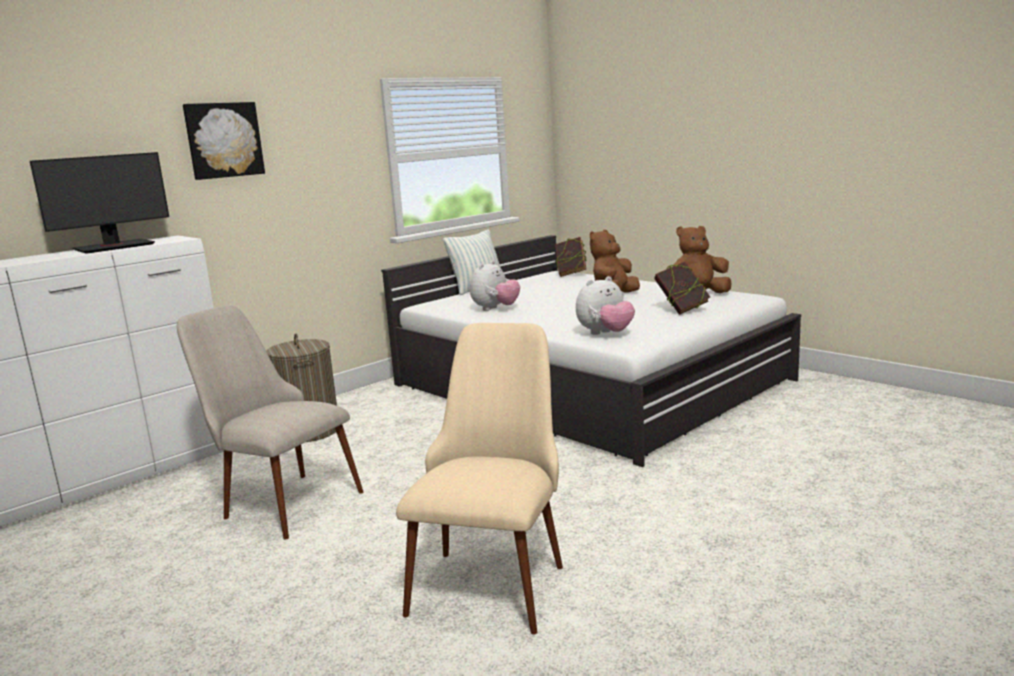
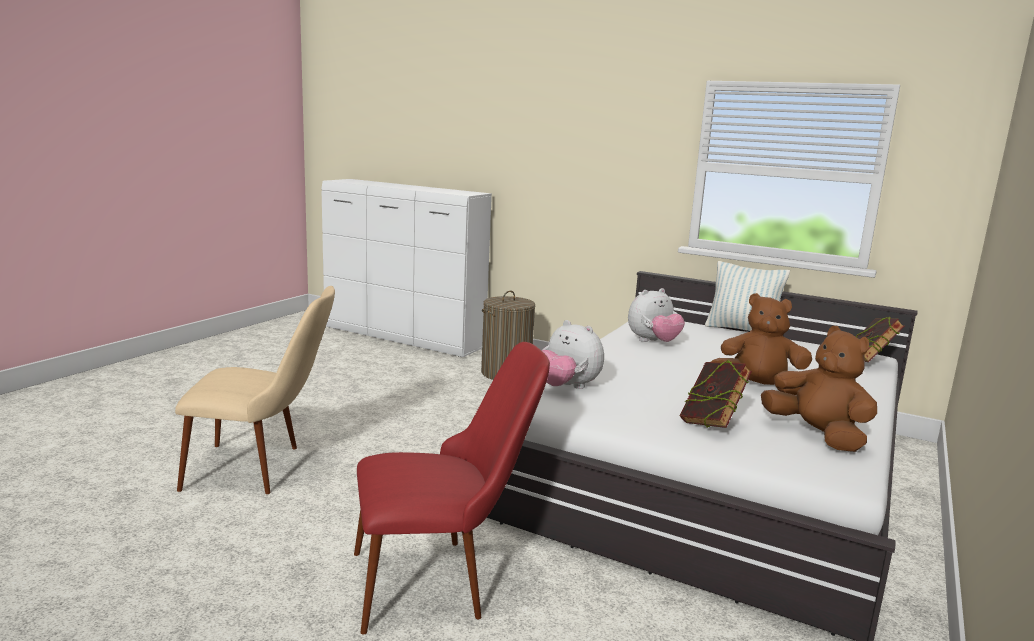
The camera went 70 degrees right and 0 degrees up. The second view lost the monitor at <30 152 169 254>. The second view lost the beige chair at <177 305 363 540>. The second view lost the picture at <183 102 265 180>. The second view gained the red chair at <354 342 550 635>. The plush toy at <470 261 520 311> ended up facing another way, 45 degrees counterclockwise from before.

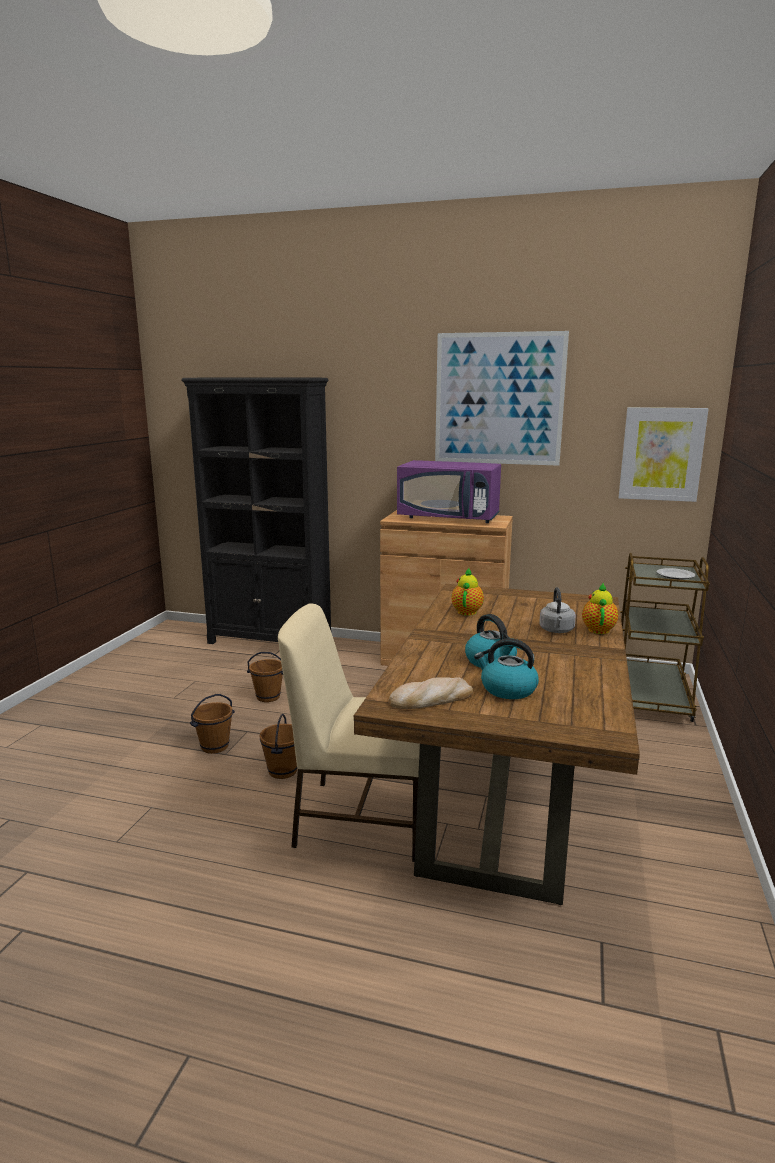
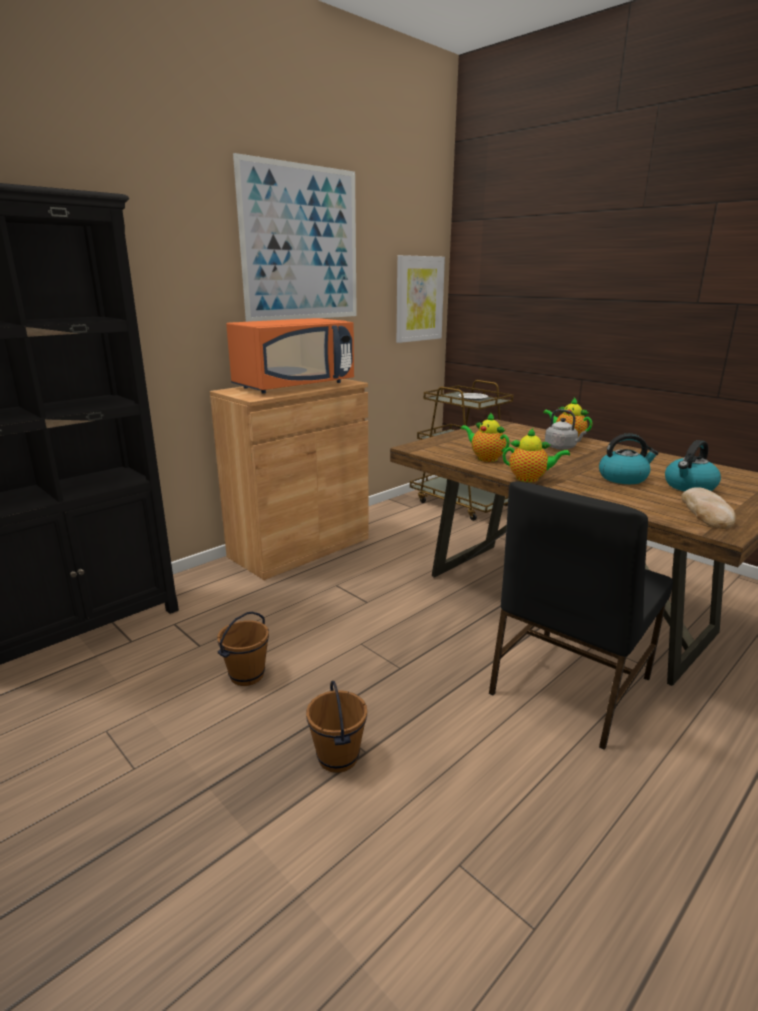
The camera went 60 degrees left and 5 degrees up. The second view lost the brown bucket at <259 714 297 779>. The second view gained the teapot at <503 428 570 482>. What was the beige chair at <278 603 420 862> turned into the black chair at <489 482 673 750>. What was the purple microwave at <397 460 501 523> turned into the orange microwave at <226 318 354 394>.

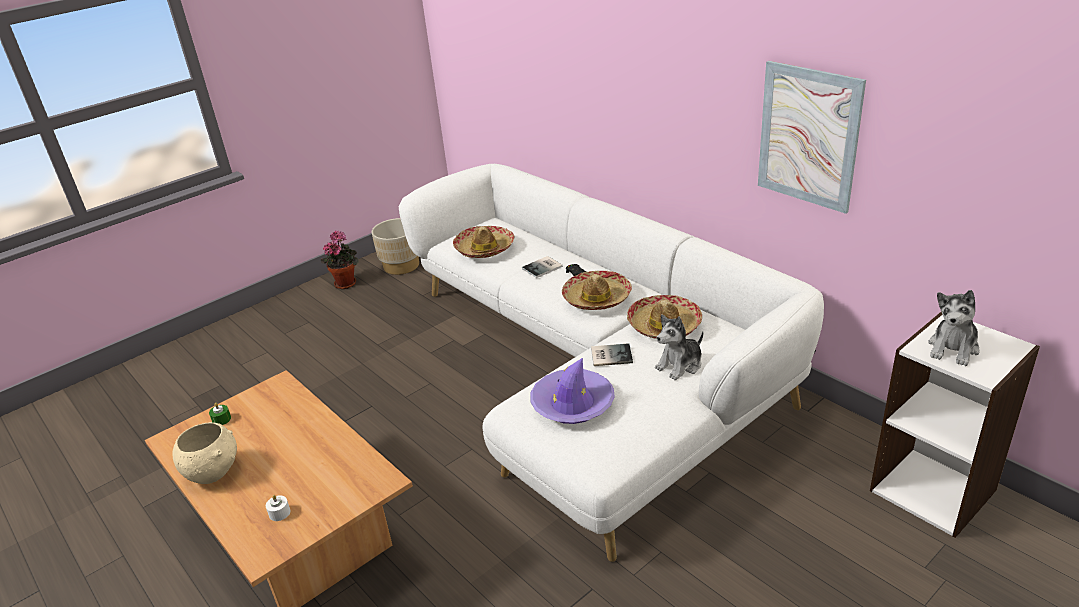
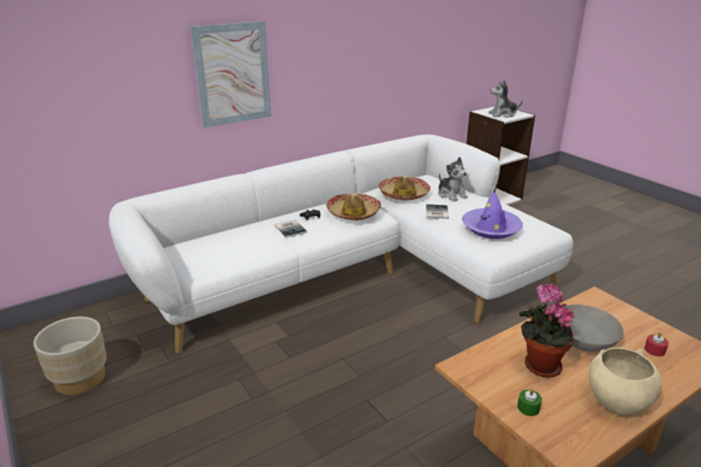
The camera went 85 degrees left and 5 degrees down. The second view lost the hat at <453 226 514 258>. The second view gained the grey bowl at <557 304 623 352>. The potted plant ended up elsewhere, having gone from <321 231 359 289> to <519 283 575 378>. The picture ended up elsewhere, having gone from <758 61 866 214> to <190 21 271 128>. What was the white candle at <266 495 291 521> turned into the red candle at <644 332 669 357>. The plush toy at <928 290 980 366> ended up facing another way, 135 degrees clockwise from before.

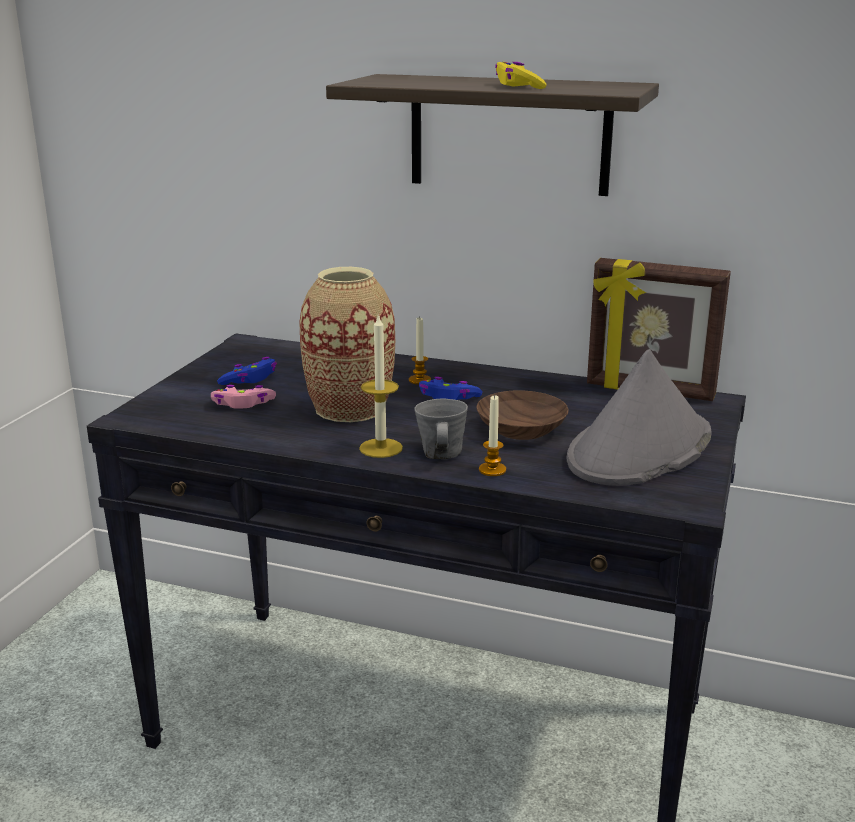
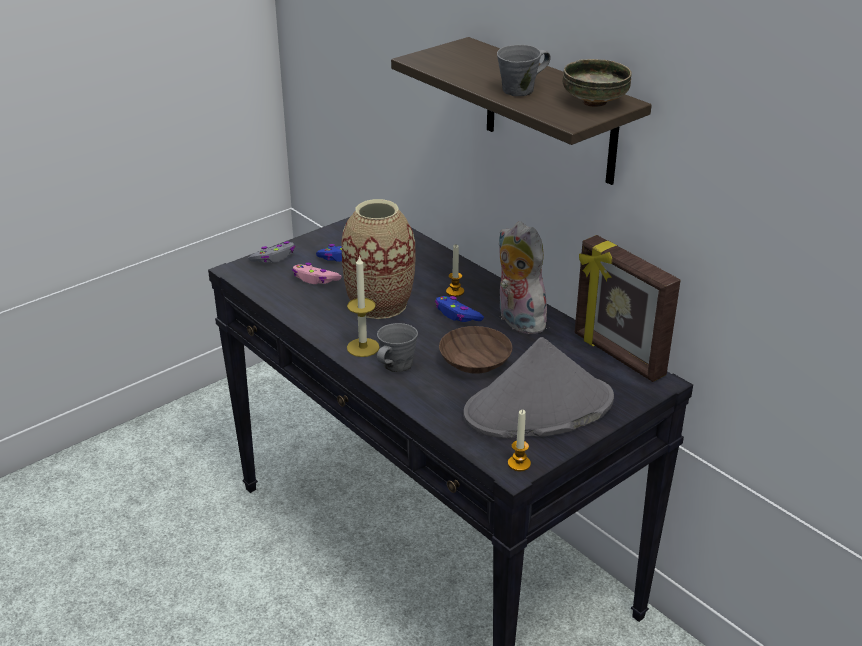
The camera went 30 degrees right and 10 degrees up. The second view gained the grey game controller at <248 241 295 263>. The second view gained the plush toy at <499 221 552 334>. The second view gained the bowl at <562 59 632 107>. The candle ended up elsewhere, having gone from <479 394 506 476> to <508 410 531 471>. Where the yellow game controller stood at <495 62 547 89>, the grey mug came to stand at <497 44 551 96>.

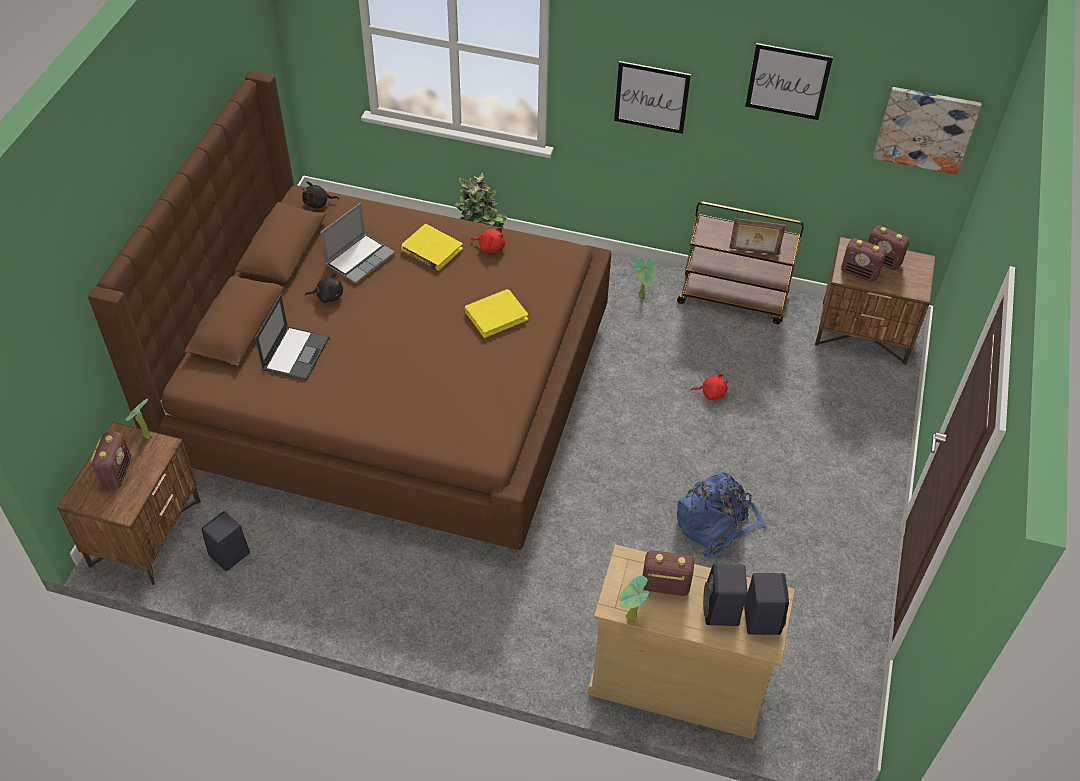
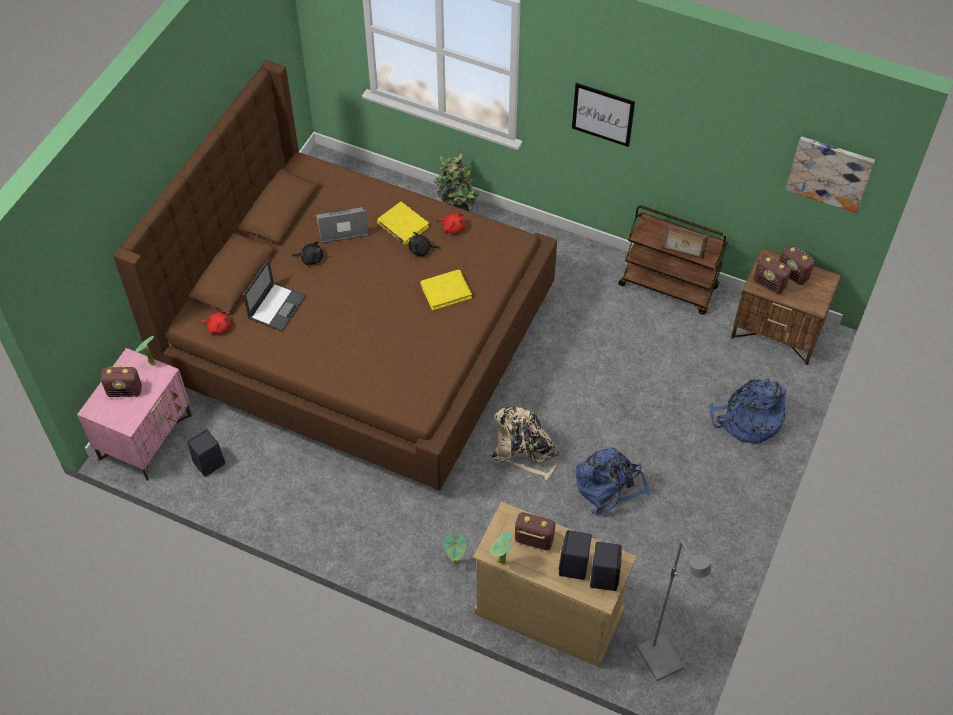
The camera went 10 degrees right and 5 degrees up. The second view lost the picture at <745 43 833 120>. The second view gained the beige backpack at <489 407 559 481>. The second view gained the grey floor lamp at <637 539 711 681>. The second view gained the blue backpack at <709 378 786 445>. The black plush toy ended up elsewhere, having gone from <302 181 339 208> to <408 232 440 256>. The potted plant ended up elsewhere, having gone from <634 257 657 297> to <444 534 467 565>. The red plush toy ended up elsewhere, having gone from <691 373 728 400> to <200 311 231 334>. What was the brown nightstand at <57 422 201 585> turned into the pink nightstand at <77 348 192 481>. The radio at <90 432 131 489> ended up facing another way, 75 degrees clockwise from before. The laptop at <320 202 395 284> ended up facing another way, 150 degrees counterclockwise from before.

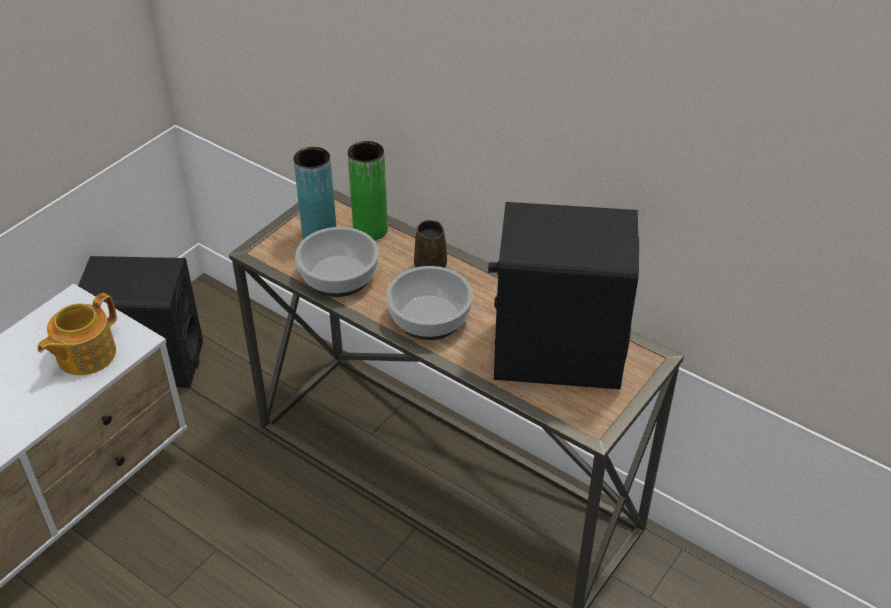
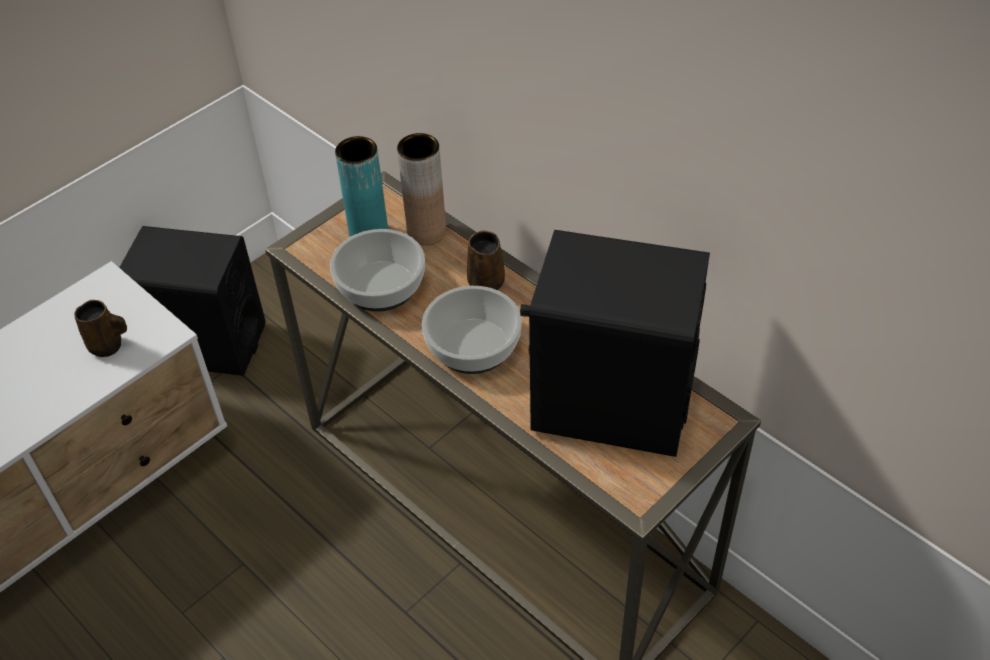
The camera went 10 degrees right and 5 degrees up. Where the teapot stood at <37 293 117 375>, the brown mug came to stand at <74 300 127 357>. What was the green vase at <348 141 388 241> turned into the brown vase at <397 133 446 245>.

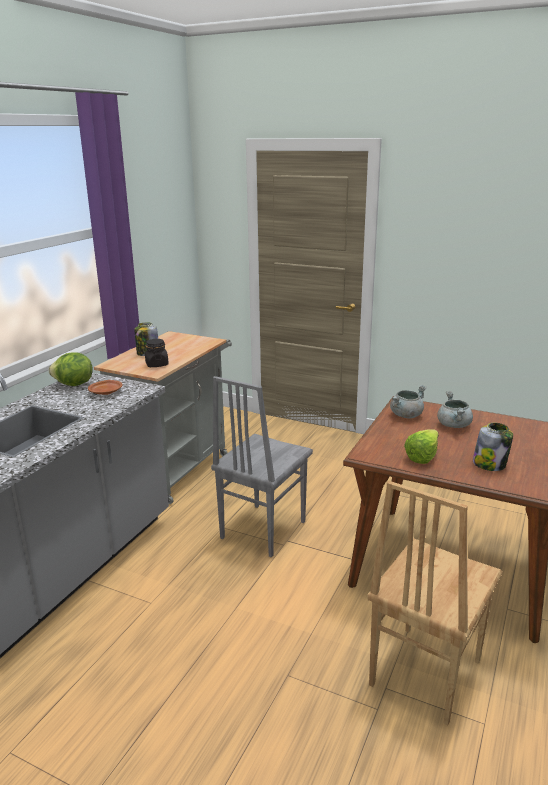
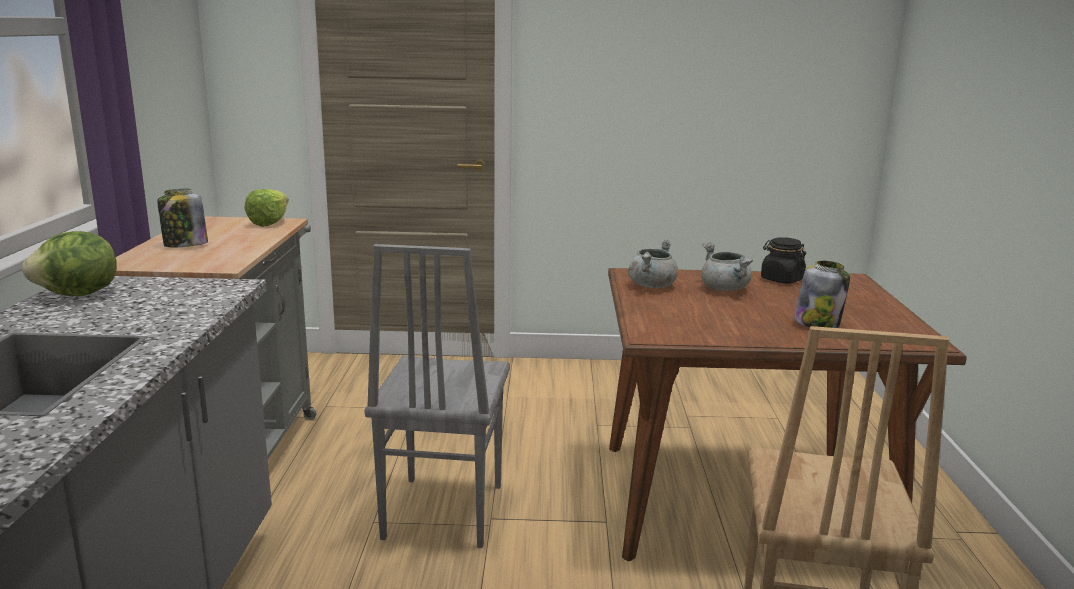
The camera went 25 degrees left and 5 degrees down. The second view lost the brown plate at <88 380 123 395>. The black jar ended up elsewhere, having gone from <145 339 169 367> to <761 237 806 283>. The lettuce ended up elsewhere, having gone from <404 429 439 464> to <244 189 289 227>.

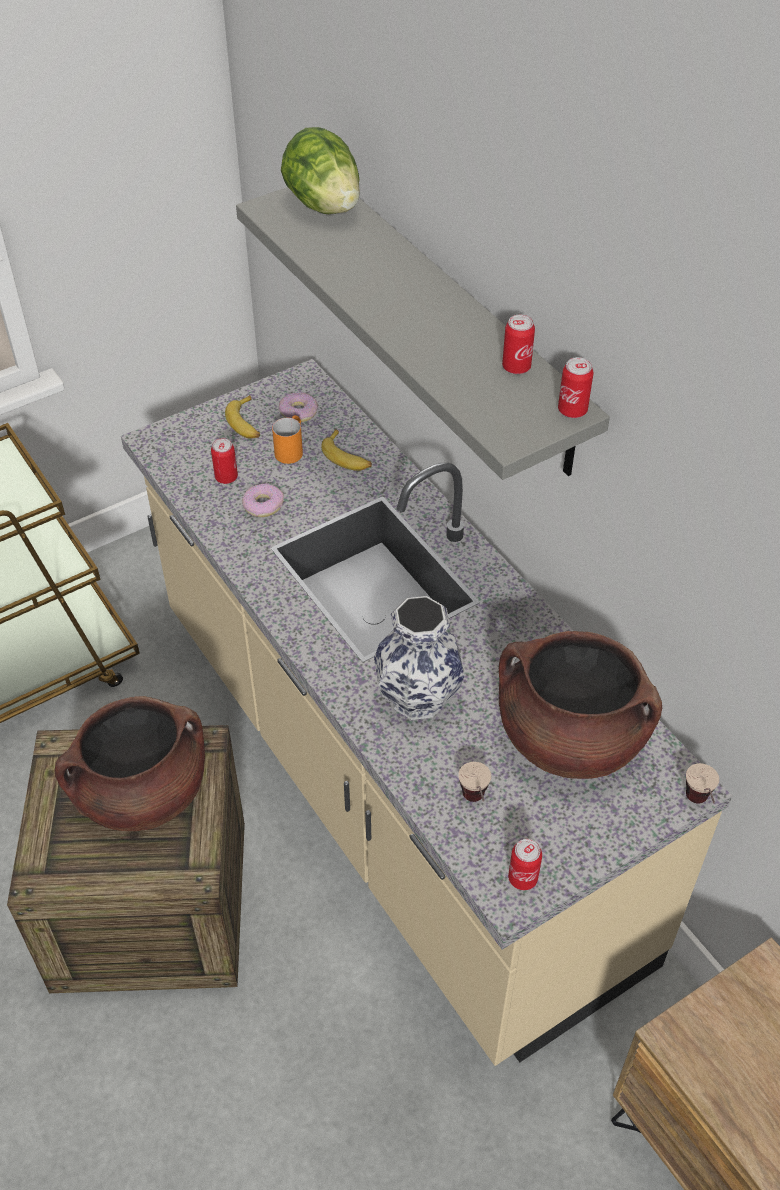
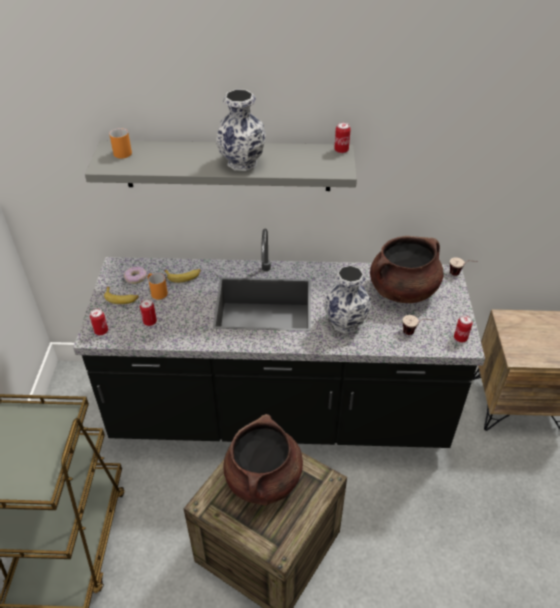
The camera went 55 degrees left and 5 degrees down. The second view lost the donut at <242 483 284 517>. The second view gained the vase at <216 89 266 171>. The can ended up elsewhere, having gone from <502 315 535 374> to <90 309 108 335>. Where the lettuce stood at <281 127 360 214>, the orange mug came to stand at <109 128 132 158>. What was the beige counter at <121 359 732 1066> turned into the black counter at <73 228 485 448>.

